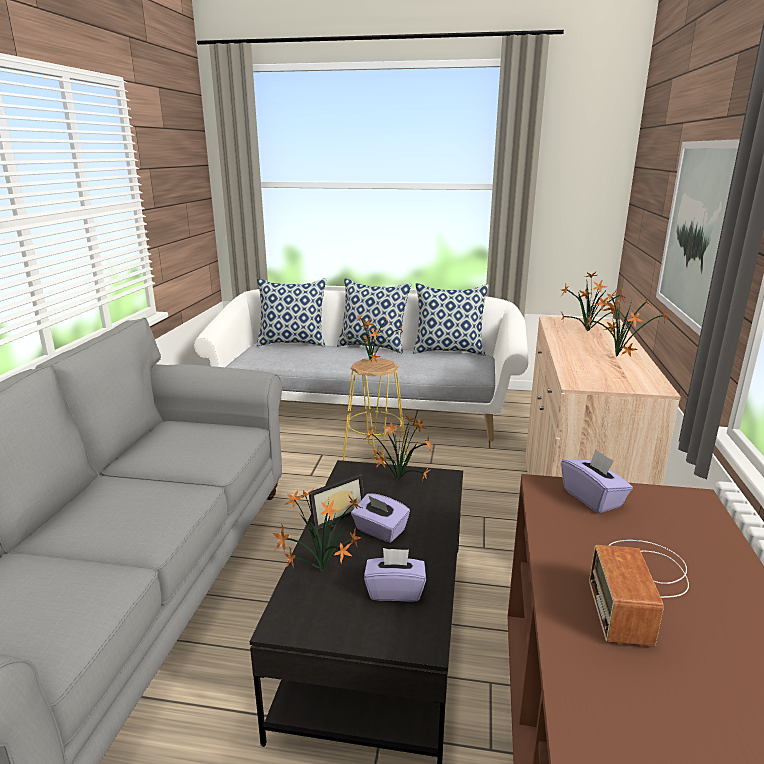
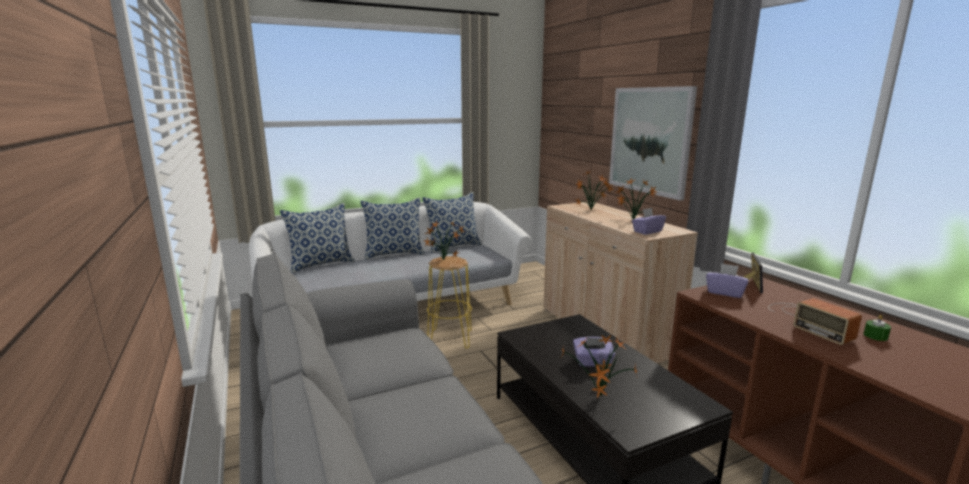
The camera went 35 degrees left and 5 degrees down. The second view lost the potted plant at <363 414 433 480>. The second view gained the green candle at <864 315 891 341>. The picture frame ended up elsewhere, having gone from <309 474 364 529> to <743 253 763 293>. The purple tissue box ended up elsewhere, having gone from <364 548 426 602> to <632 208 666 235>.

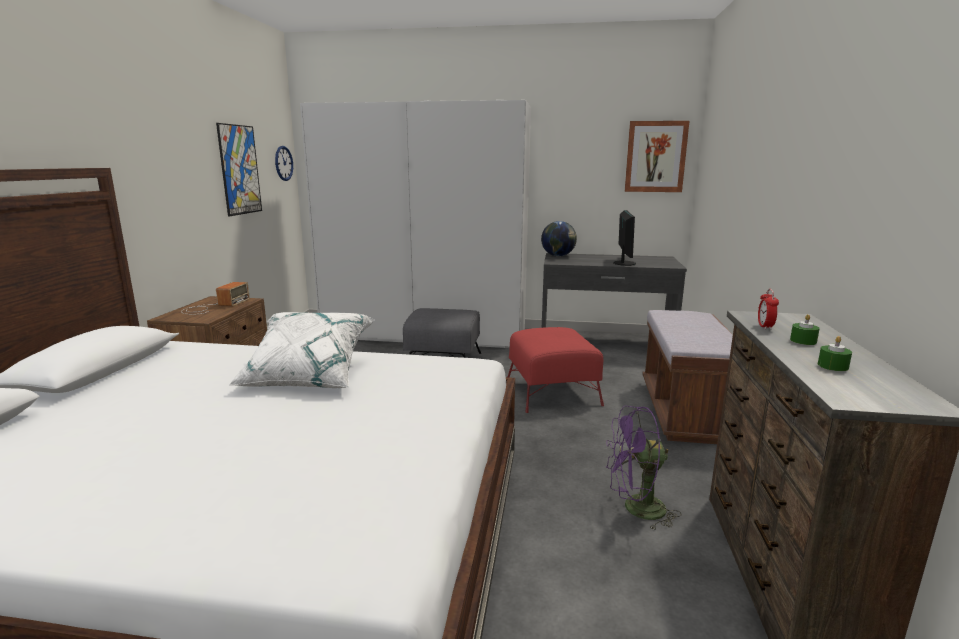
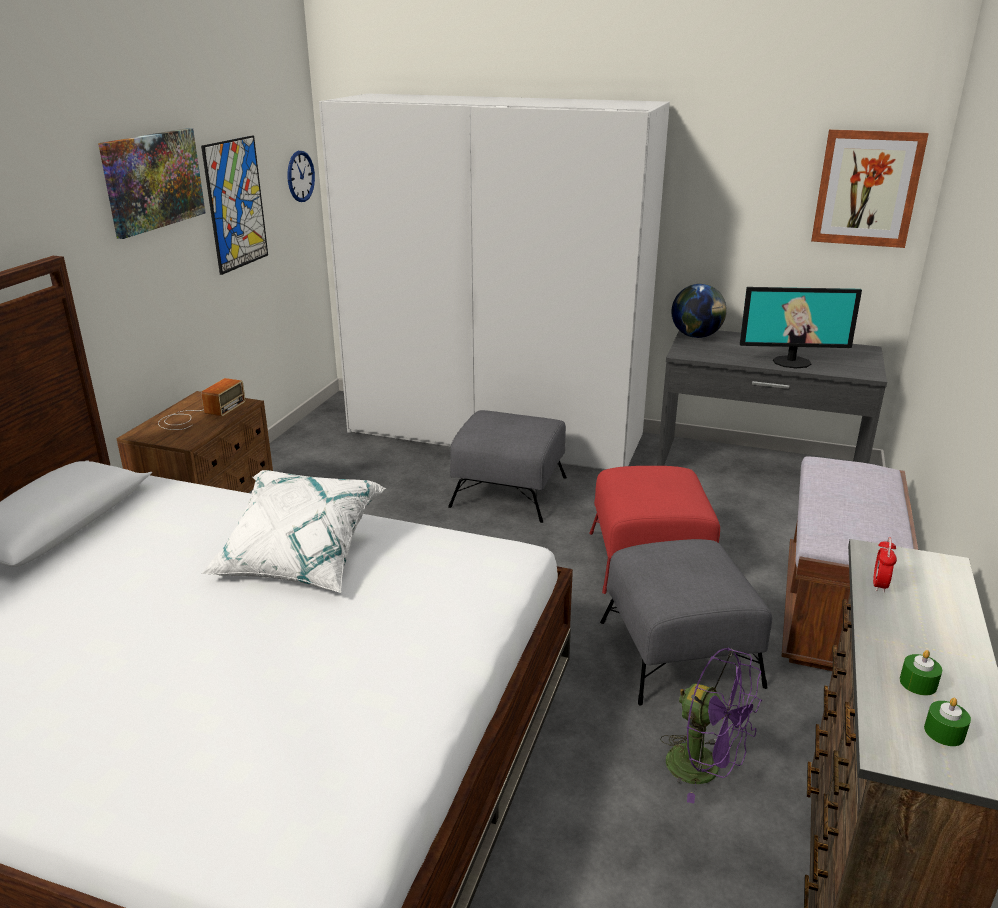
The camera went 10 degrees right and 10 degrees up. The second view gained the picture at <98 128 206 239>. The second view gained the grey ottoman at <600 539 772 705>. The green candle ended up elsewhere, having gone from <790 314 820 345> to <924 698 971 746>. The purple fan at <606 405 681 531> ended up facing another way, 150 degrees counterclockwise from before. The monitor at <613 210 636 266> ended up facing another way, 75 degrees clockwise from before.

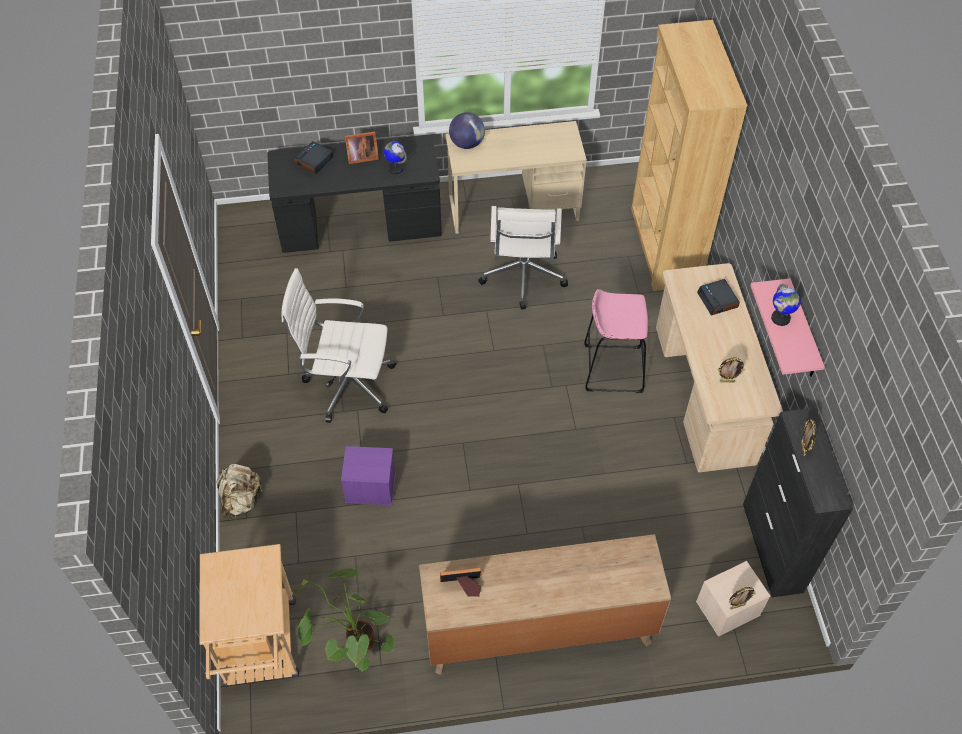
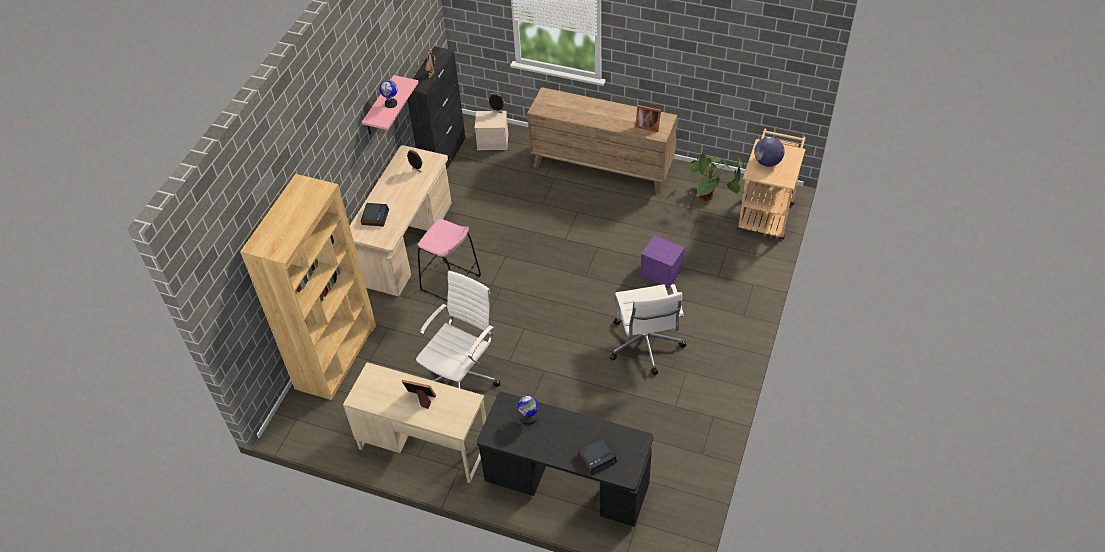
The camera went 150 degrees left and 5 degrees down. The second view lost the beige backpack at <217 464 263 520>. The picture frame ended up elsewhere, having gone from <345 132 379 164> to <402 380 436 409>. The globe ended up elsewhere, having gone from <449 112 485 149> to <754 137 784 167>. The white office chair at <281 268 396 423> ended up facing another way, 45 degrees clockwise from before.

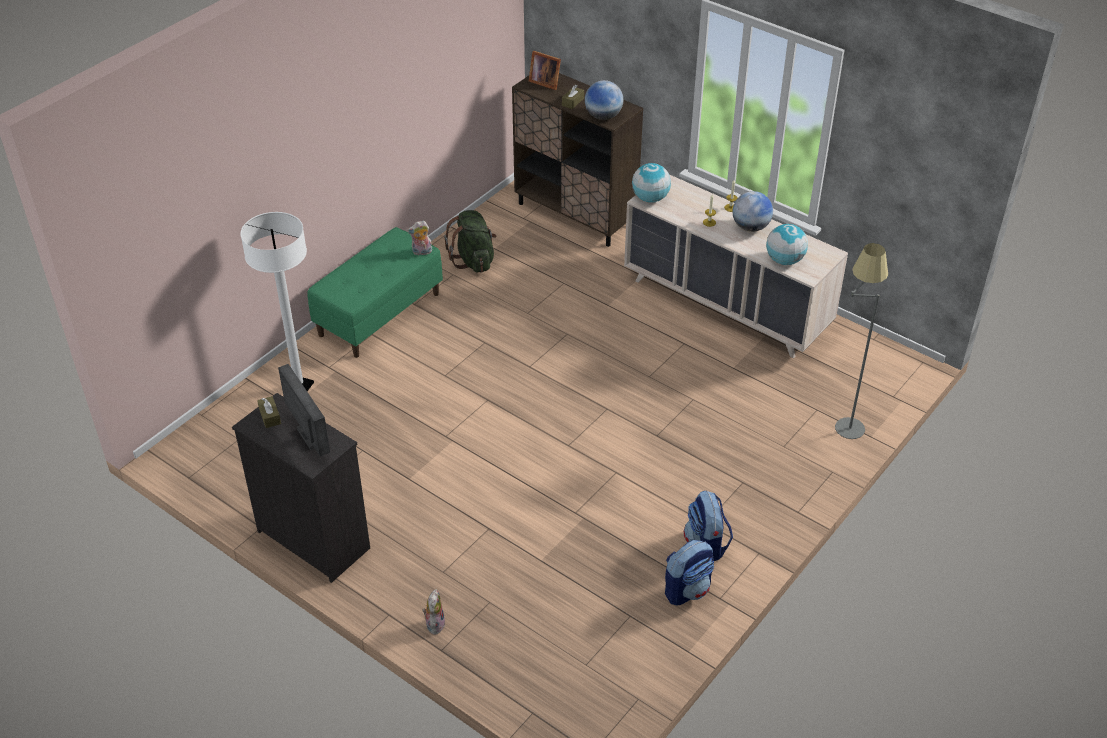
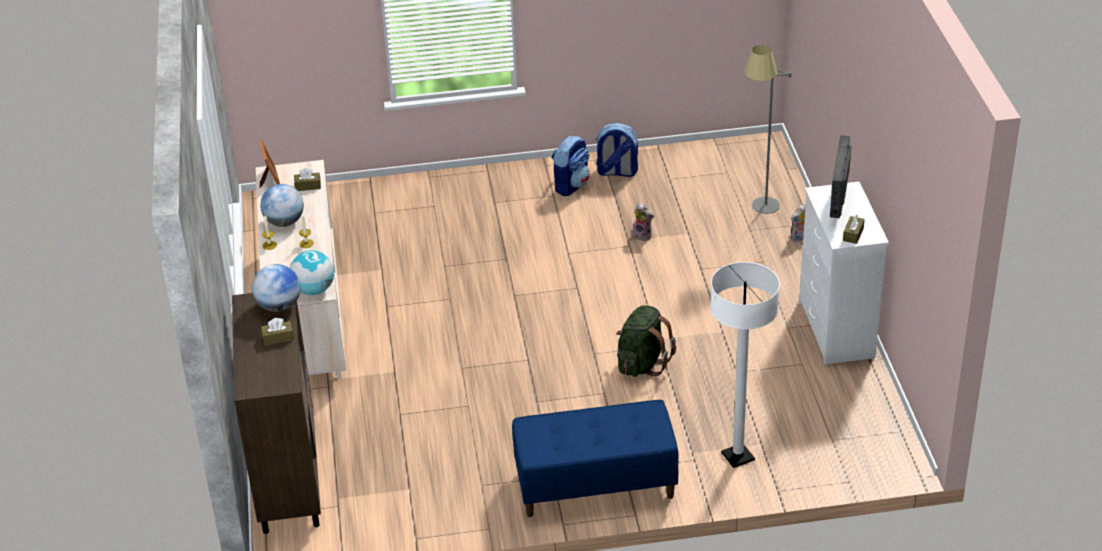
The camera went 135 degrees left and 5 degrees down. The plush toy ended up elsewhere, having gone from <407 221 432 256> to <633 203 654 241>. The green backpack ended up elsewhere, having gone from <444 210 496 273> to <616 305 676 377>. The picture frame ended up elsewhere, having gone from <529 51 561 90> to <259 140 280 188>. The grey floor lamp ended up elsewhere, having gone from <835 243 888 439> to <744 45 791 214>. Where the globe stood at <766 224 808 265>, the brown tissue box came to stand at <294 168 321 191>. What was the black dresser at <232 393 370 583> turned into the white dresser at <799 182 889 364>. What was the green bench at <307 227 443 358> turned into the blue bench at <512 400 679 517>.

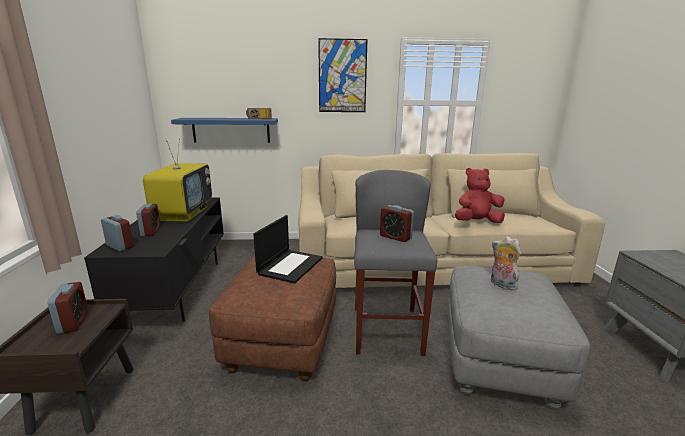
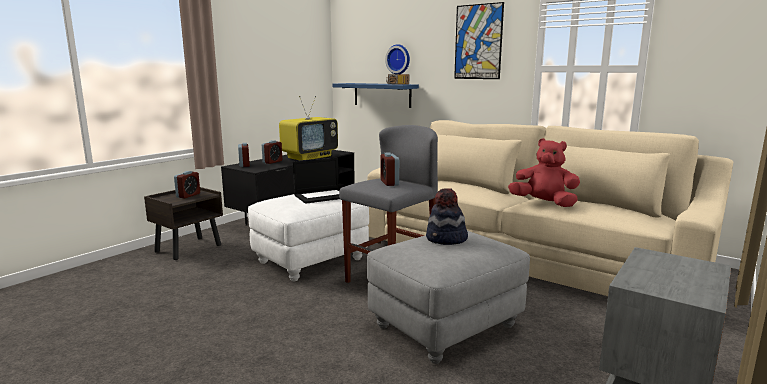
The camera went 40 degrees right and 5 degrees down. The second view gained the wall clock at <385 44 410 74>. Where the plush toy stood at <491 236 521 290>, the hat came to stand at <426 188 468 245>. What was the brown ottoman at <209 256 336 381> turned into the white ottoman at <248 194 369 281>.

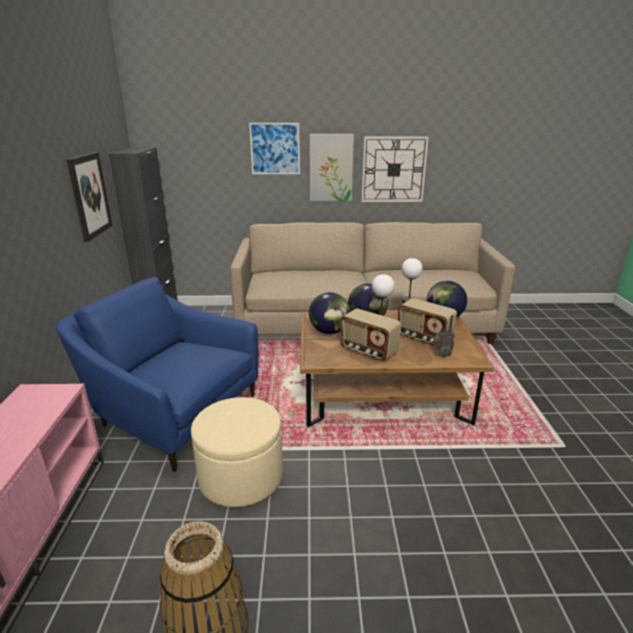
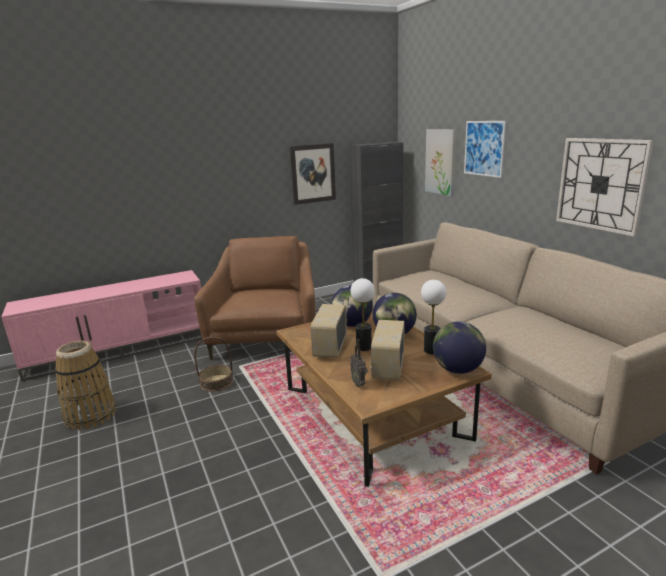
The camera went 65 degrees right and 5 degrees down. The picture ended up elsewhere, having gone from <310 134 354 201> to <425 129 457 196>. Where the beige ottoman stood at <191 397 283 507>, the basket came to stand at <194 337 233 392>. What was the blue armchair at <56 277 259 472> turned into the brown armchair at <194 236 315 360>.

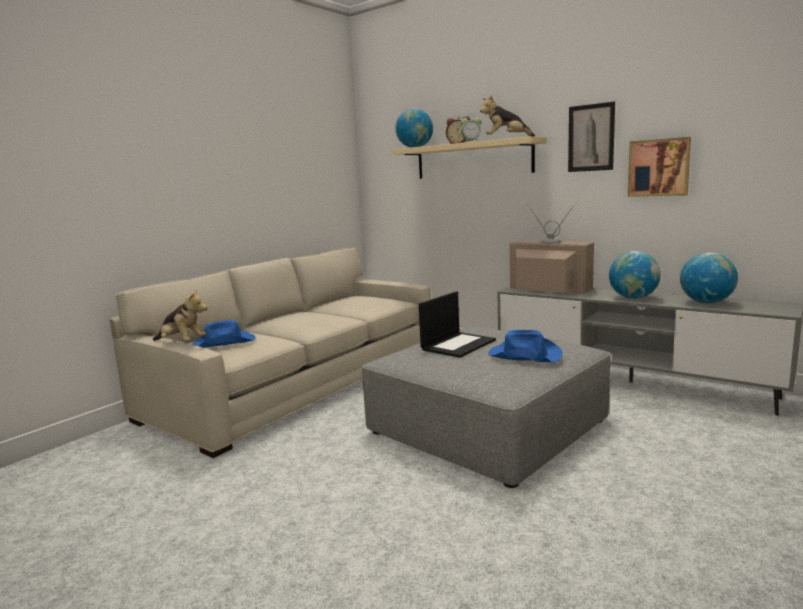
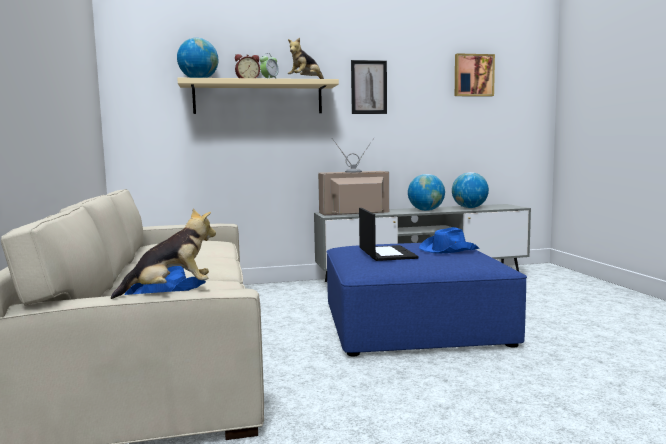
The camera went 50 degrees left and 5 degrees down. The picture ended up elsewhere, having gone from <628 137 691 197> to <455 53 495 96>. What was the grey ottoman at <361 326 611 488> turned into the blue ottoman at <326 243 527 356>.

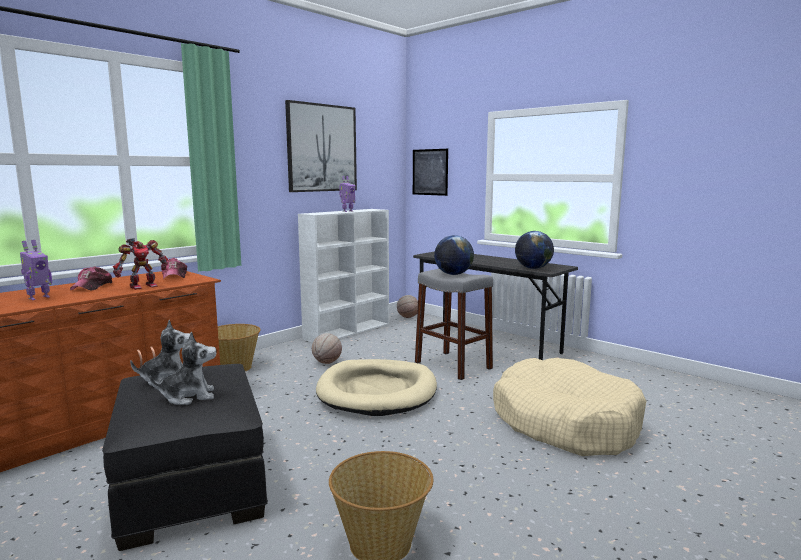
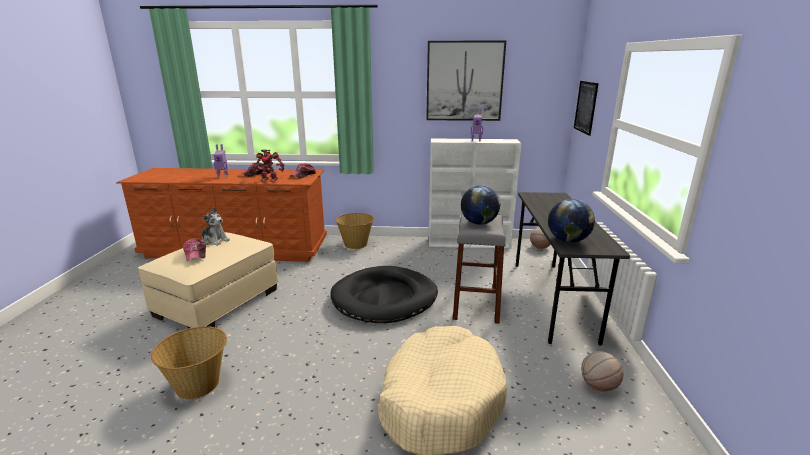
The camera went 50 degrees right and 10 degrees up. The basketball ended up elsewhere, having gone from <312 333 342 364> to <581 351 624 391>. Where the plush toy stood at <149 332 217 405>, the cap came to stand at <183 239 206 261>. What was the black ottoman at <102 364 268 551> turned into the beige ottoman at <138 232 278 328>. What was the beige dog bed at <316 359 437 416> turned into the black dog bed at <330 266 438 323>.

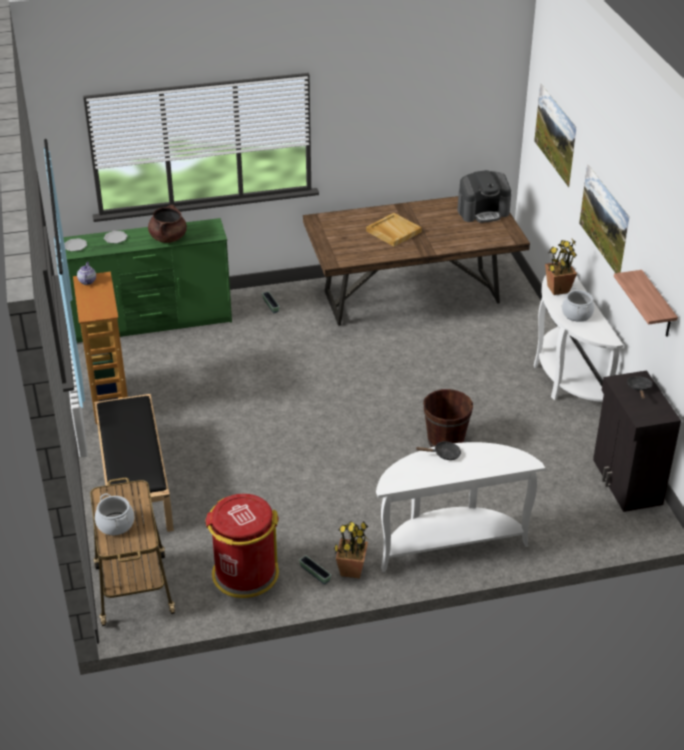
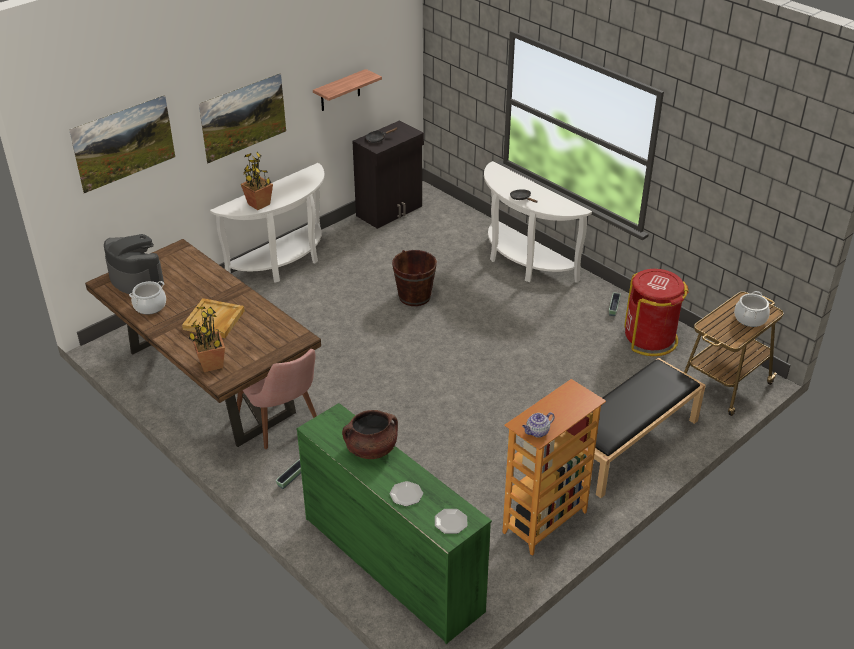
The camera went 120 degrees left and 0 degrees up. The second view gained the pink chair at <237 349 317 449>. The potted plant ended up elsewhere, having gone from <334 521 368 579> to <189 306 225 372>. The cooking pot ended up elsewhere, having gone from <562 287 595 322> to <129 281 166 315>.

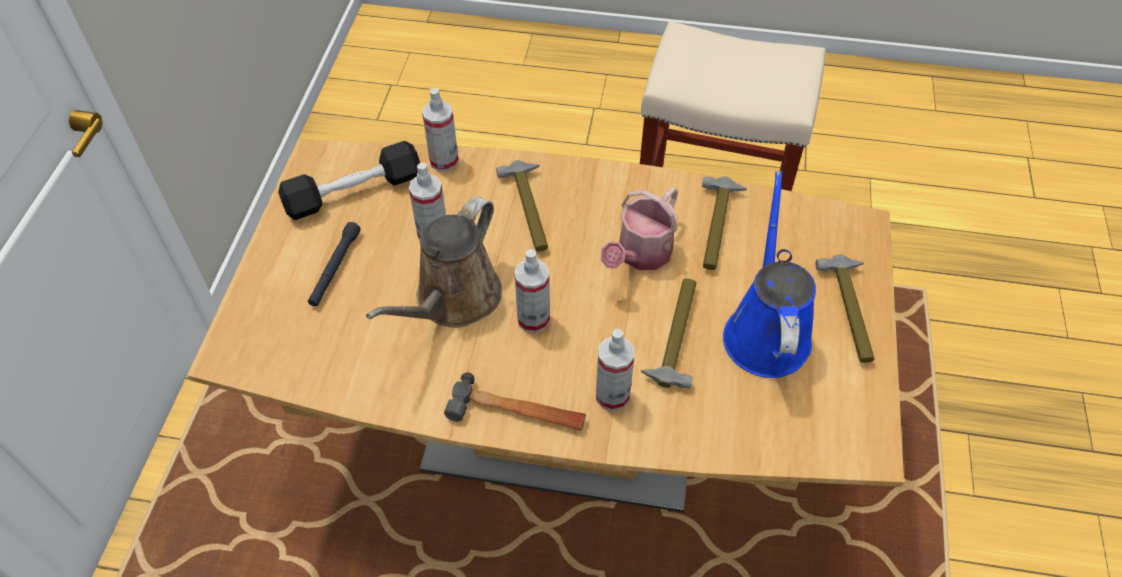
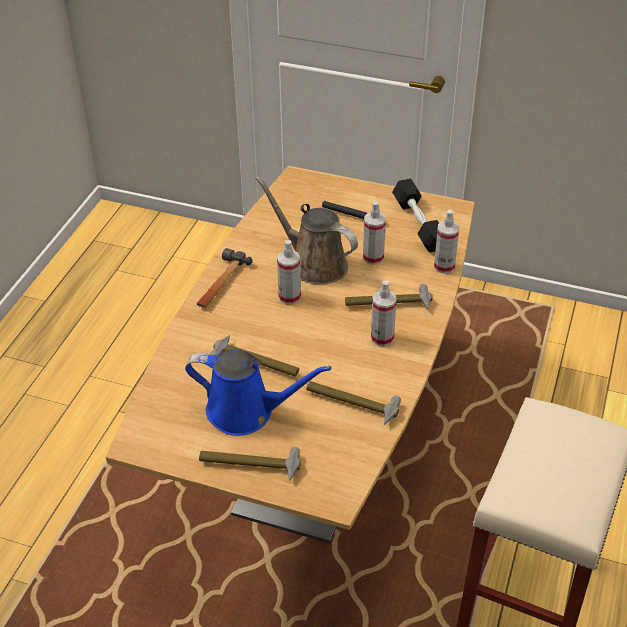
The camera went 100 degrees right and 10 degrees down. The second view lost the watering can at <601 187 678 270>. The spray bottle ended up elsewhere, having gone from <596 329 634 411> to <371 281 397 346>.

